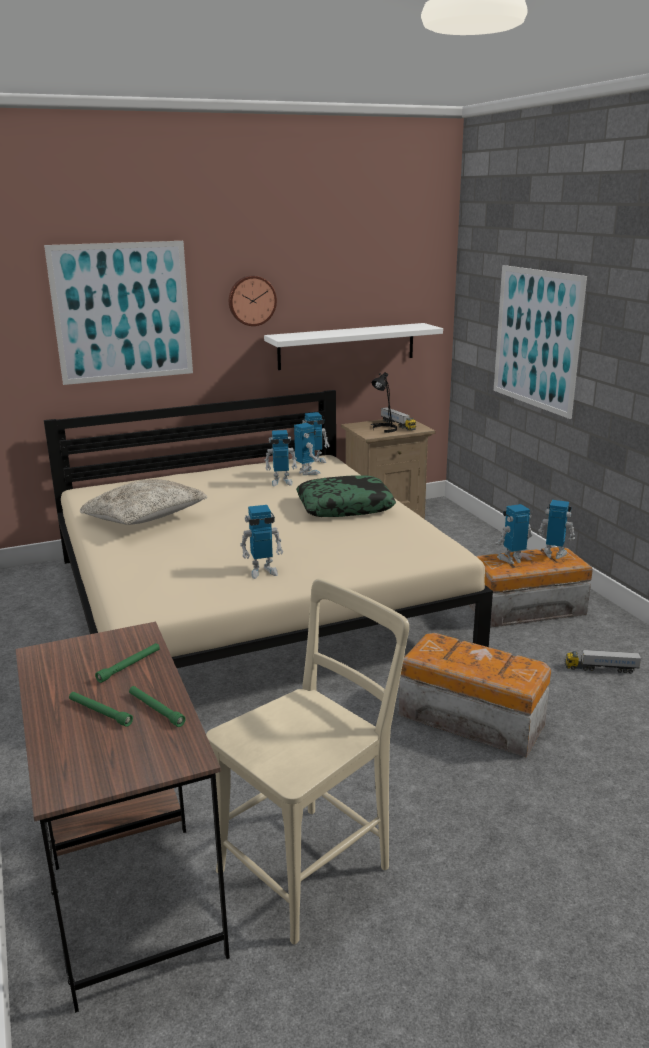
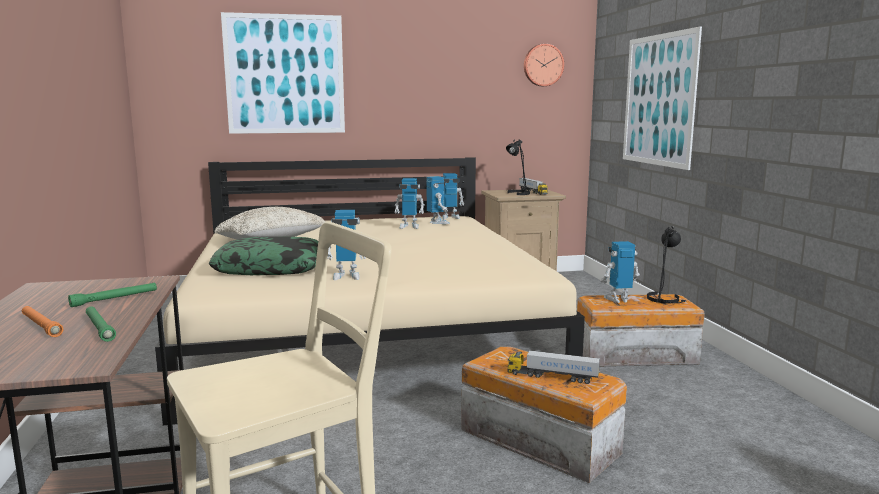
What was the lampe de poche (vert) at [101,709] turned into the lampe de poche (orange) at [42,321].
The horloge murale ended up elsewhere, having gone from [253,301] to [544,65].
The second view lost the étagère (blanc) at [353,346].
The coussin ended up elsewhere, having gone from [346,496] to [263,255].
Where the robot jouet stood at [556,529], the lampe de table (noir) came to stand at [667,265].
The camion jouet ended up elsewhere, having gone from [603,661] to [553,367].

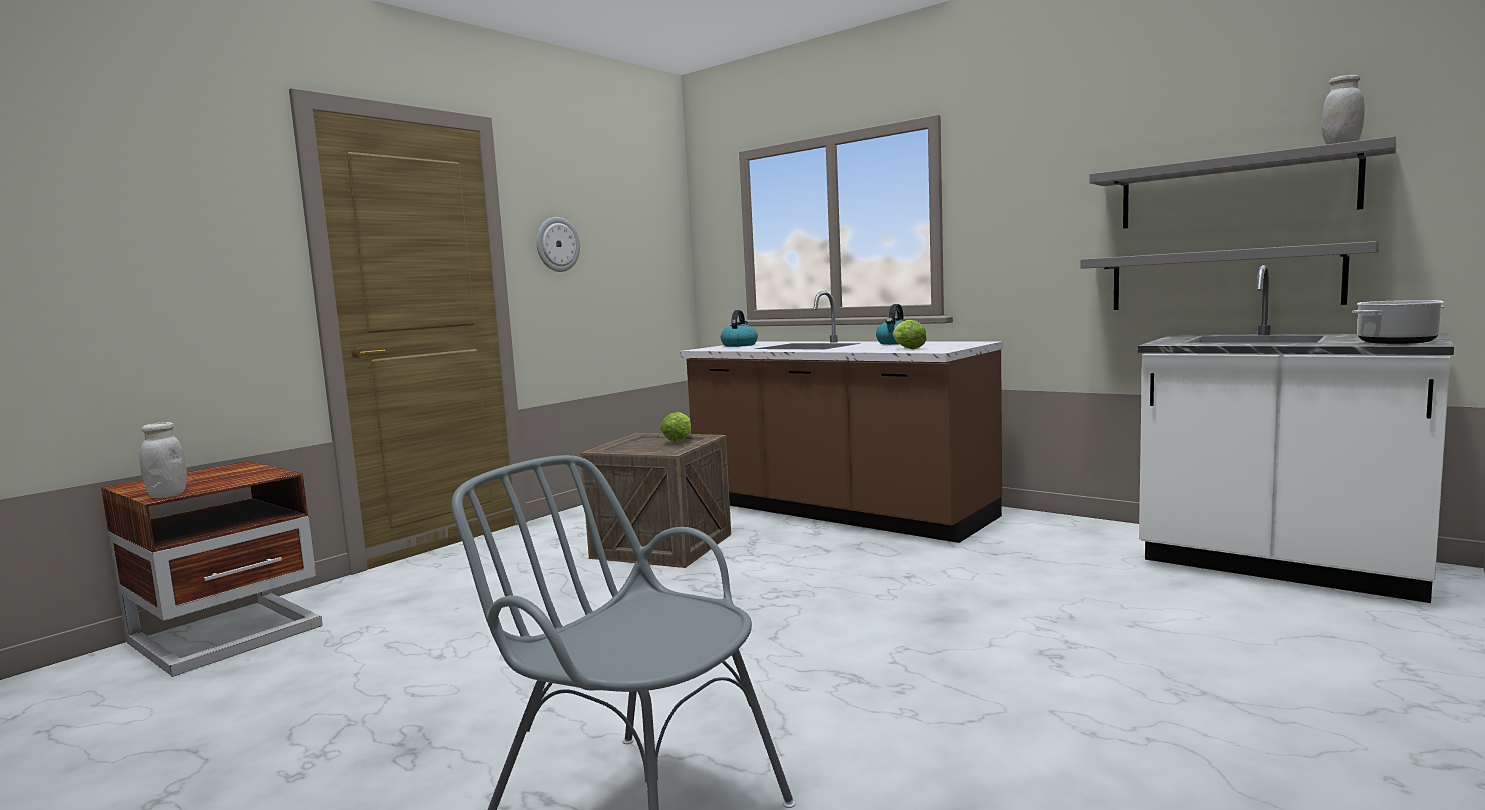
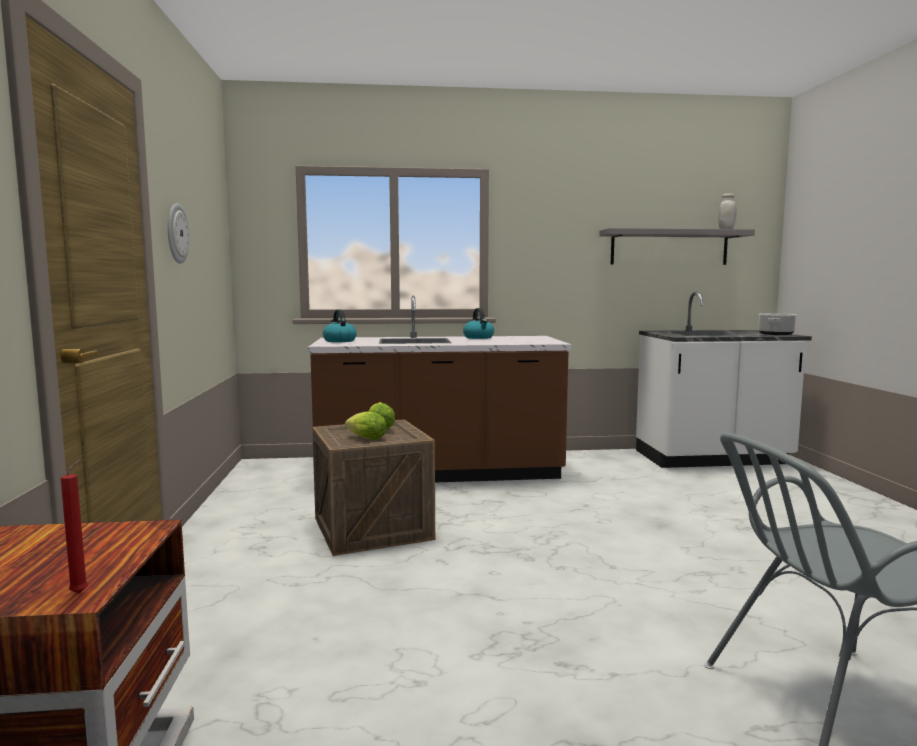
Where the bocal (blanc) stood at [163,460], the bougie (rouge) came to stand at [74,526].
The laitue ended up elsewhere, having gone from [910,334] to [366,425].
The second view lost the étagère (gris) at [1230,275].

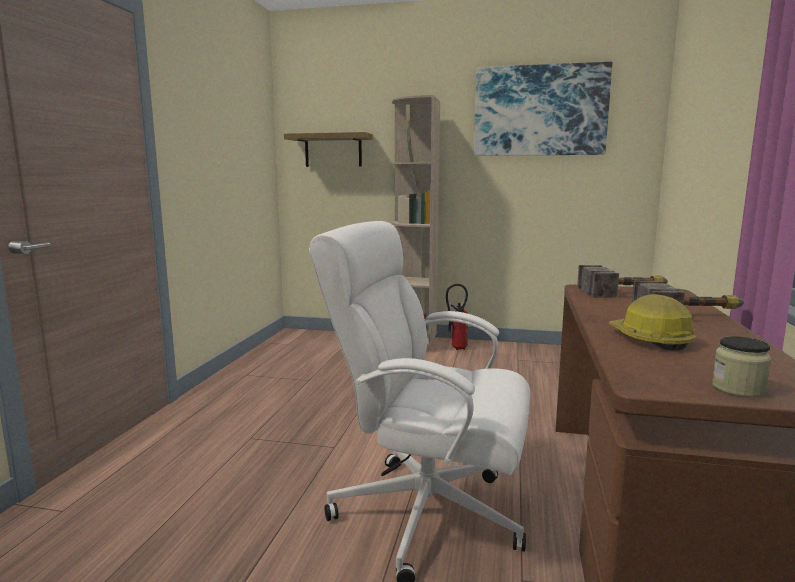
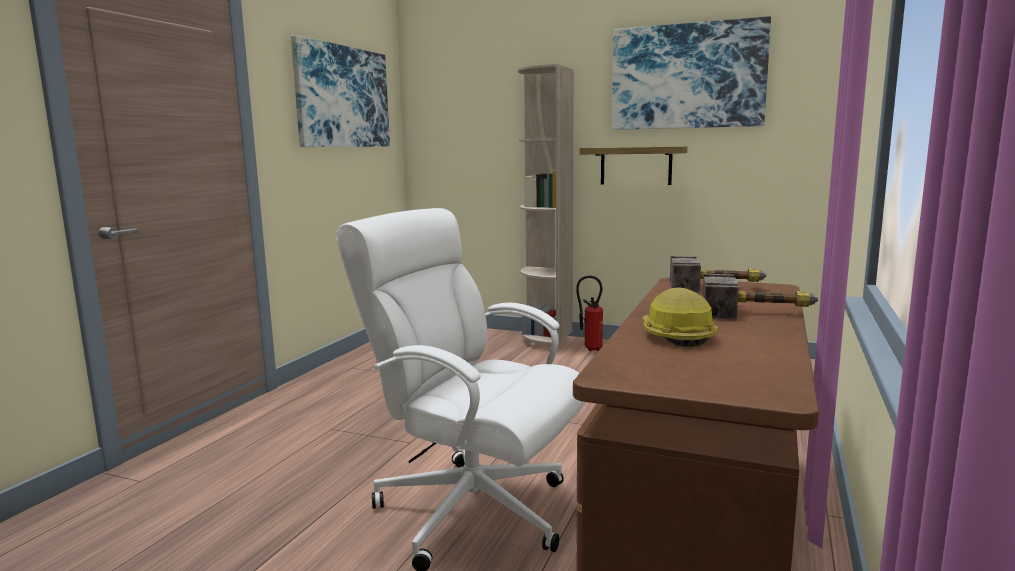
The étagère ended up elsewhere, having gone from [328,149] to [633,165].
The second view lost the bocal at [741,367].
The second view gained the tableau at [340,91].

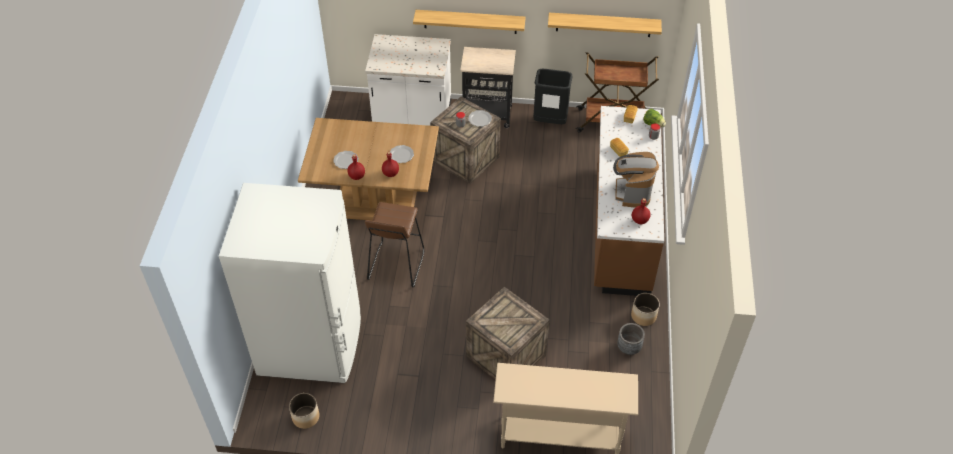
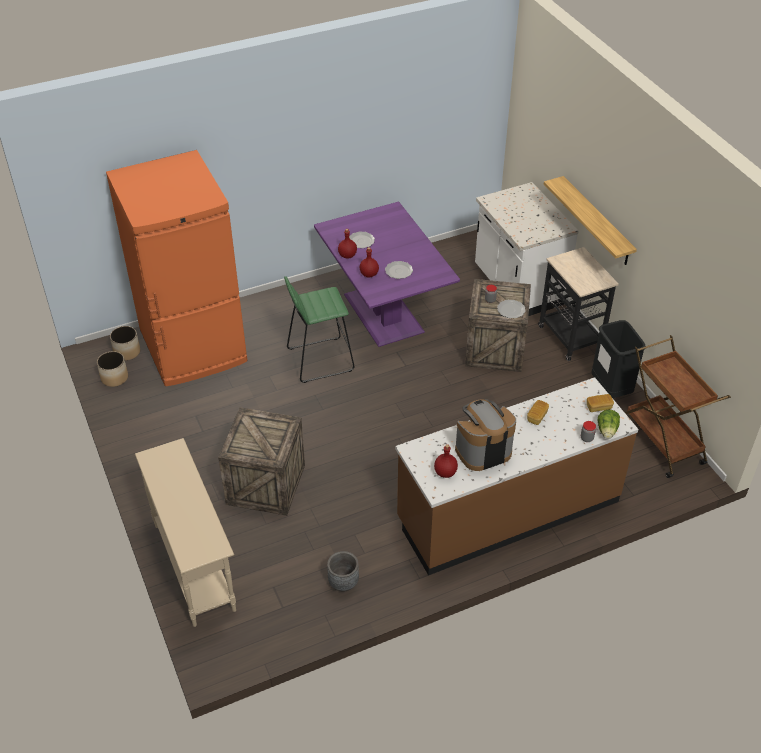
What was the réfrigérateur (blanc) at [290,283] turned into the réfrigérateur (orange) at [177,268].
What was the table à manger (marron) at [368,169] turned into the table à manger (violet) at [387,274].
What was the tabouret (marron) at [394,244] turned into the tabouret (vert) at [319,329].
The second view lost the étagère at [605,25].
The cache-pot ended up elsewhere, having gone from [645,309] to [125,343].

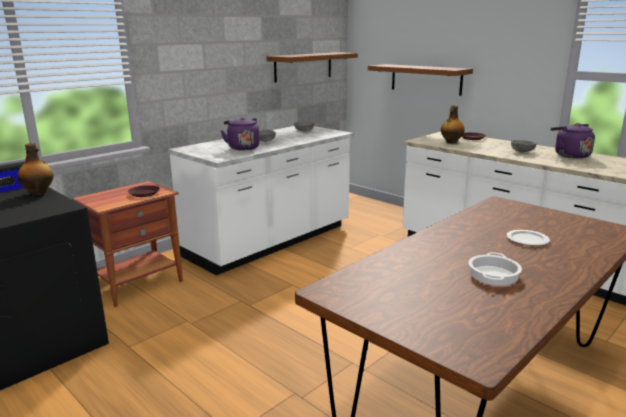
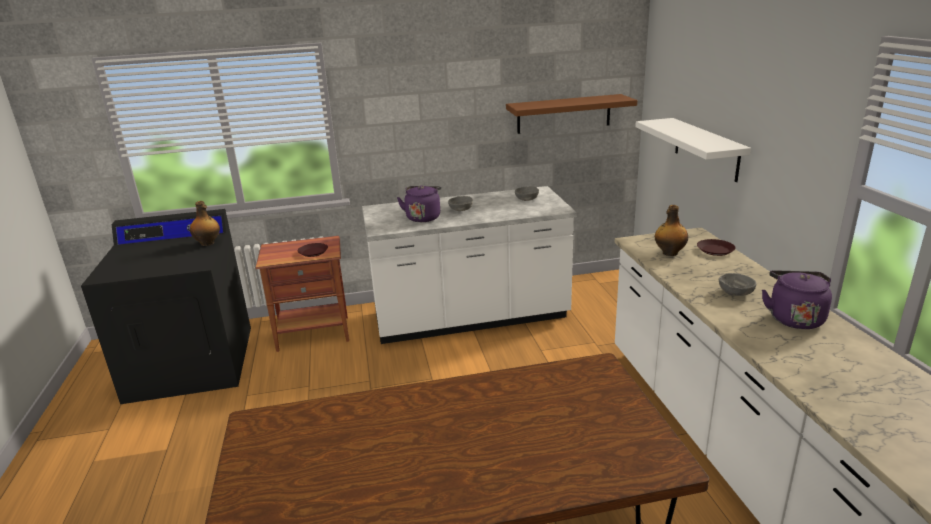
What was the étagère (marron) at [420,80] turned into the étagère (blanc) at [693,150].
The second view lost the marmite at [495,268].
The second view lost the assiette at [528,238].

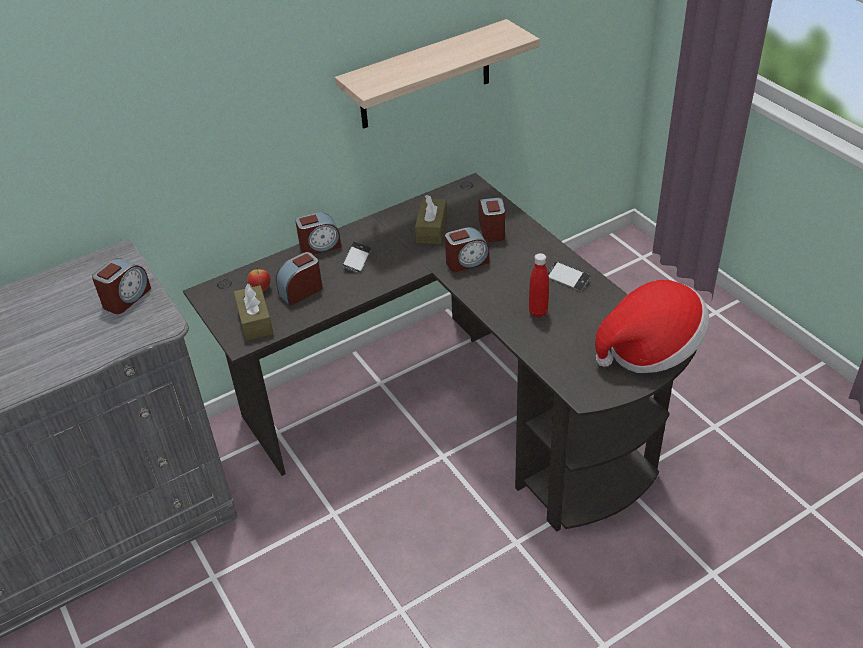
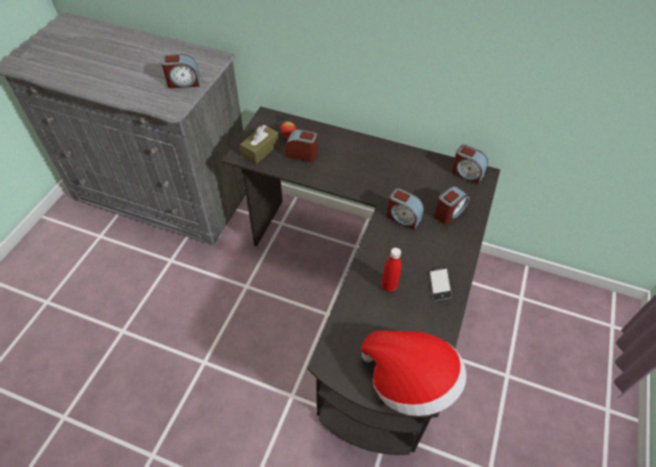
The réveil ended up elsewhere, having gone from [318,233] to [469,164].
The second view lost the étagère at [437,74].
The second view lost the téléphone at [356,257].
The second view lost the boîte à mouchoirs (marron) at [431,219].

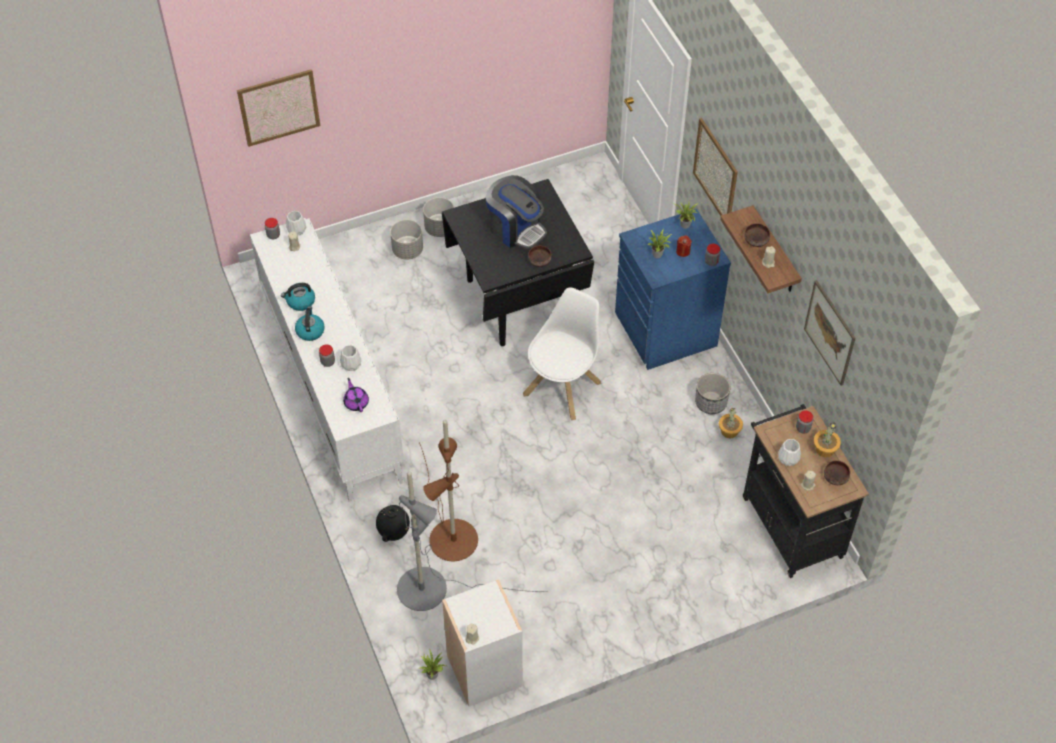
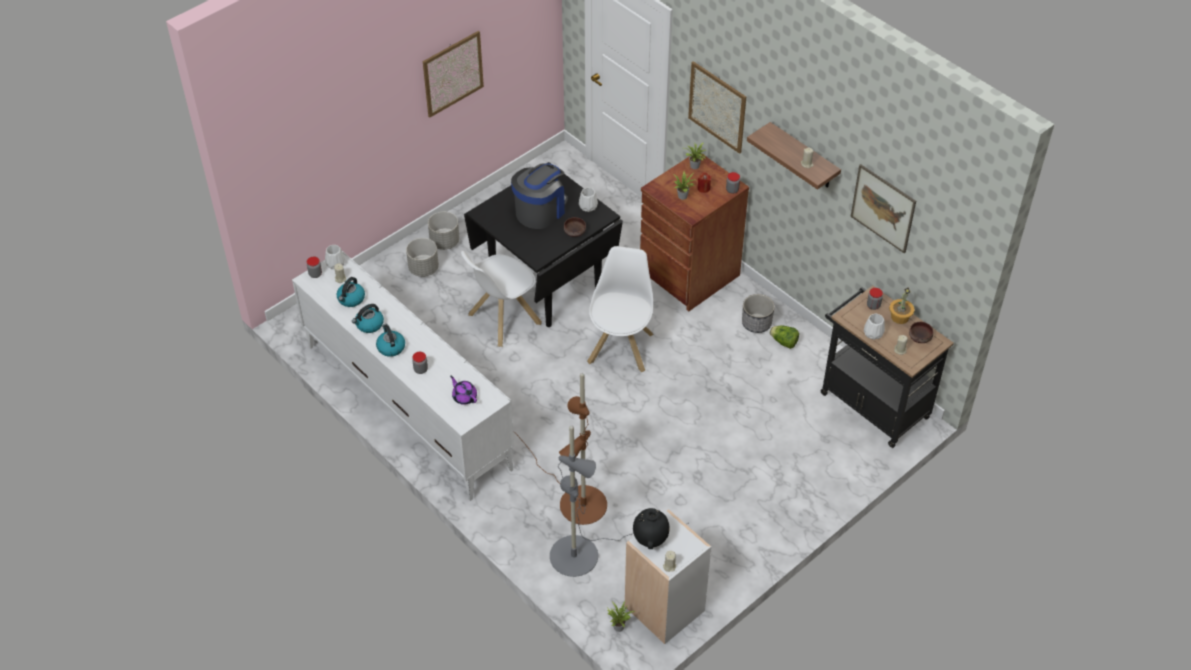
The tableau ended up elsewhere, having gone from [278,108] to [453,74].
The vase (blanc) ended up elsewhere, having gone from [350,358] to [588,200].
The vase (noir) ended up elsewhere, having gone from [393,523] to [651,528].
The machine à café at [516,212] ended up facing another way, 75 degrees counterclockwise from before.
What was the commode (bleu) at [673,289] turned into the commode (marron) at [694,232].
Where the plante en pot stood at [731,423], the laitue came to stand at [784,337].
The second view lost the bol (marron) at [757,235].
The second view gained the bouilloire at [350,292].
The second view gained the chaise (blanc) at [501,299].

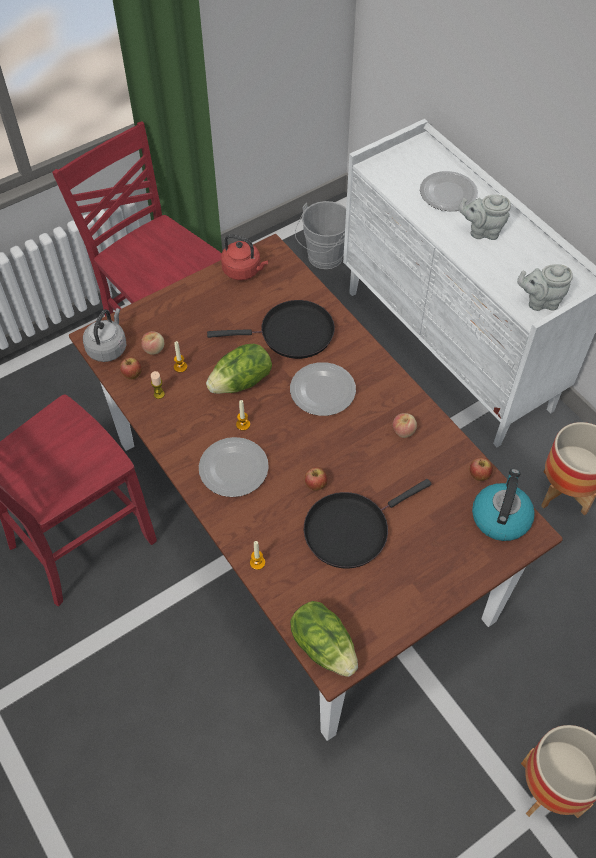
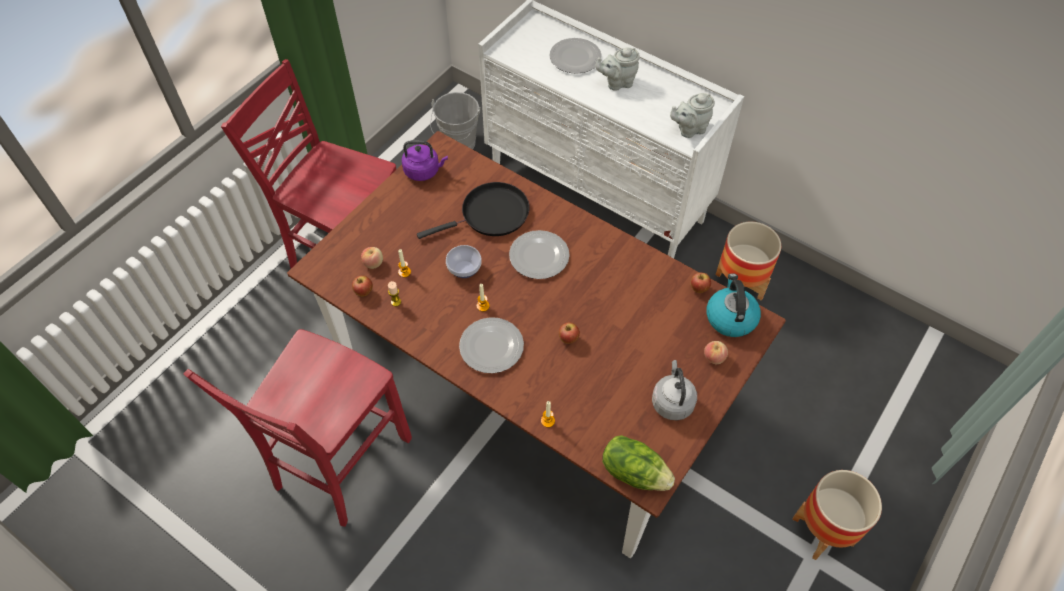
The bouilloire (gris) ended up elsewhere, having gone from [105,335] to [674,390].
Where the laitue stood at [239,369], the bol came to stand at [464,261].
What was the bouilloire (rouge) at [244,257] turned into the bouilloire (violet) at [425,160].
The second view lost the poêle (noir) at [367,524].
The pomme ended up elsewhere, having gone from [405,425] to [716,352].

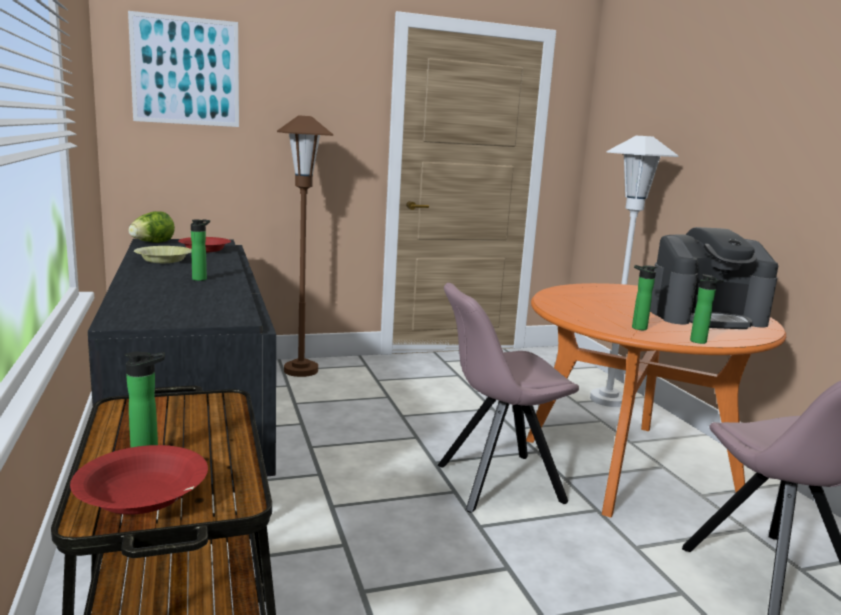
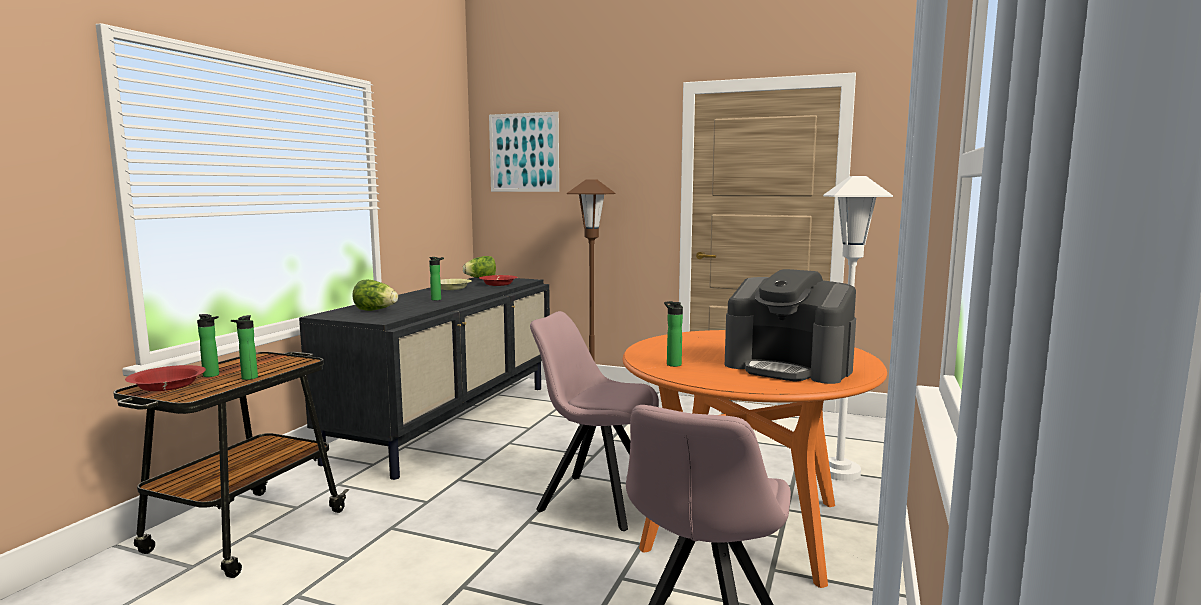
The bouteille ended up elsewhere, having gone from [707,309] to [244,347].
The second view gained the laitue at [375,295].

